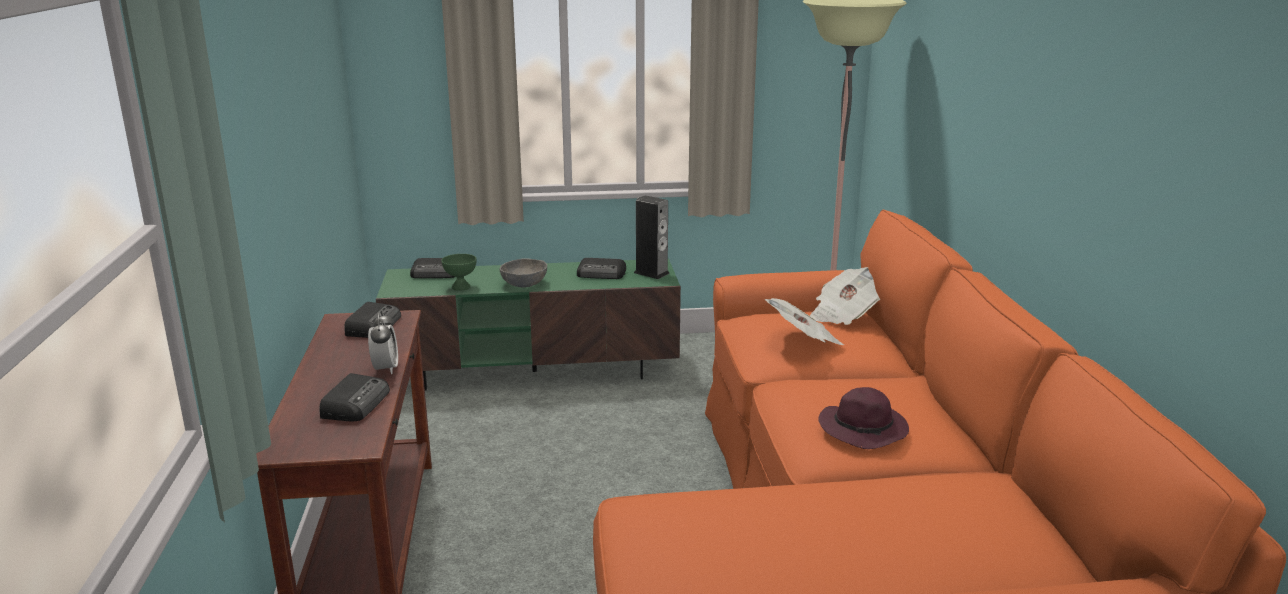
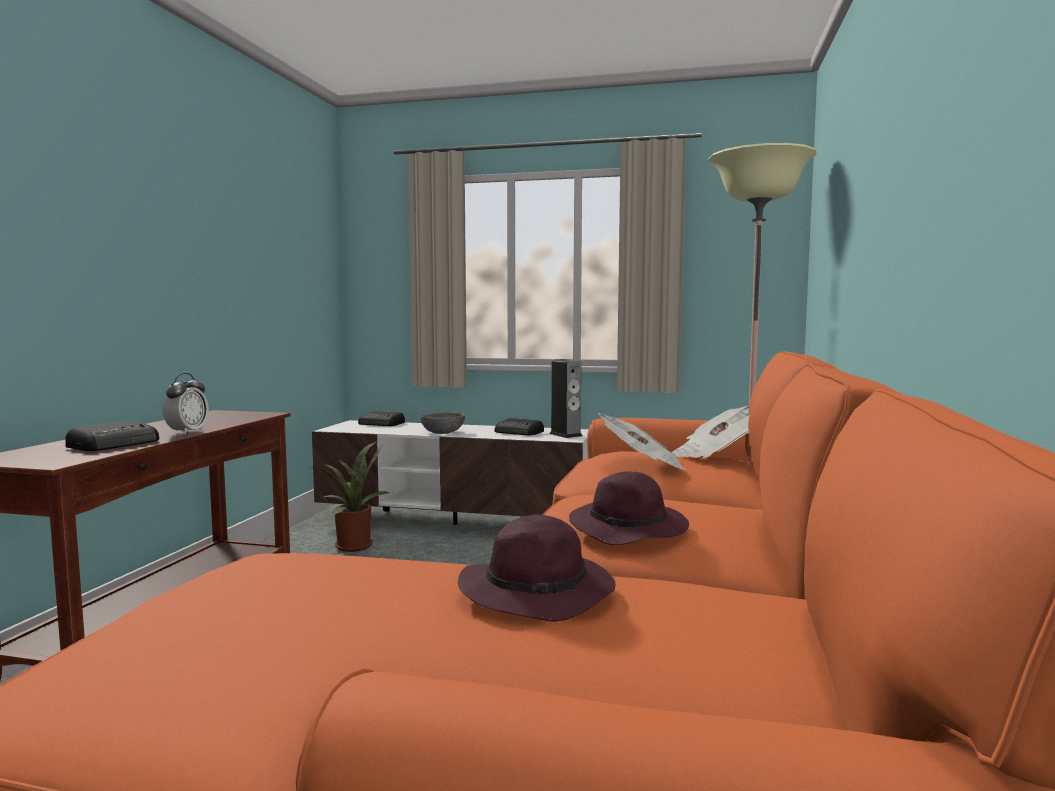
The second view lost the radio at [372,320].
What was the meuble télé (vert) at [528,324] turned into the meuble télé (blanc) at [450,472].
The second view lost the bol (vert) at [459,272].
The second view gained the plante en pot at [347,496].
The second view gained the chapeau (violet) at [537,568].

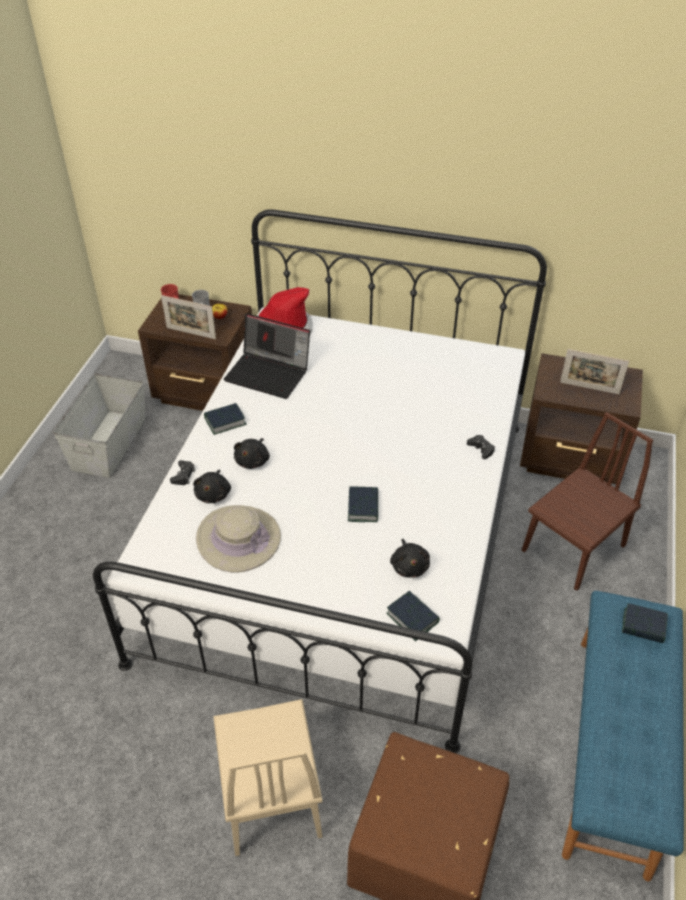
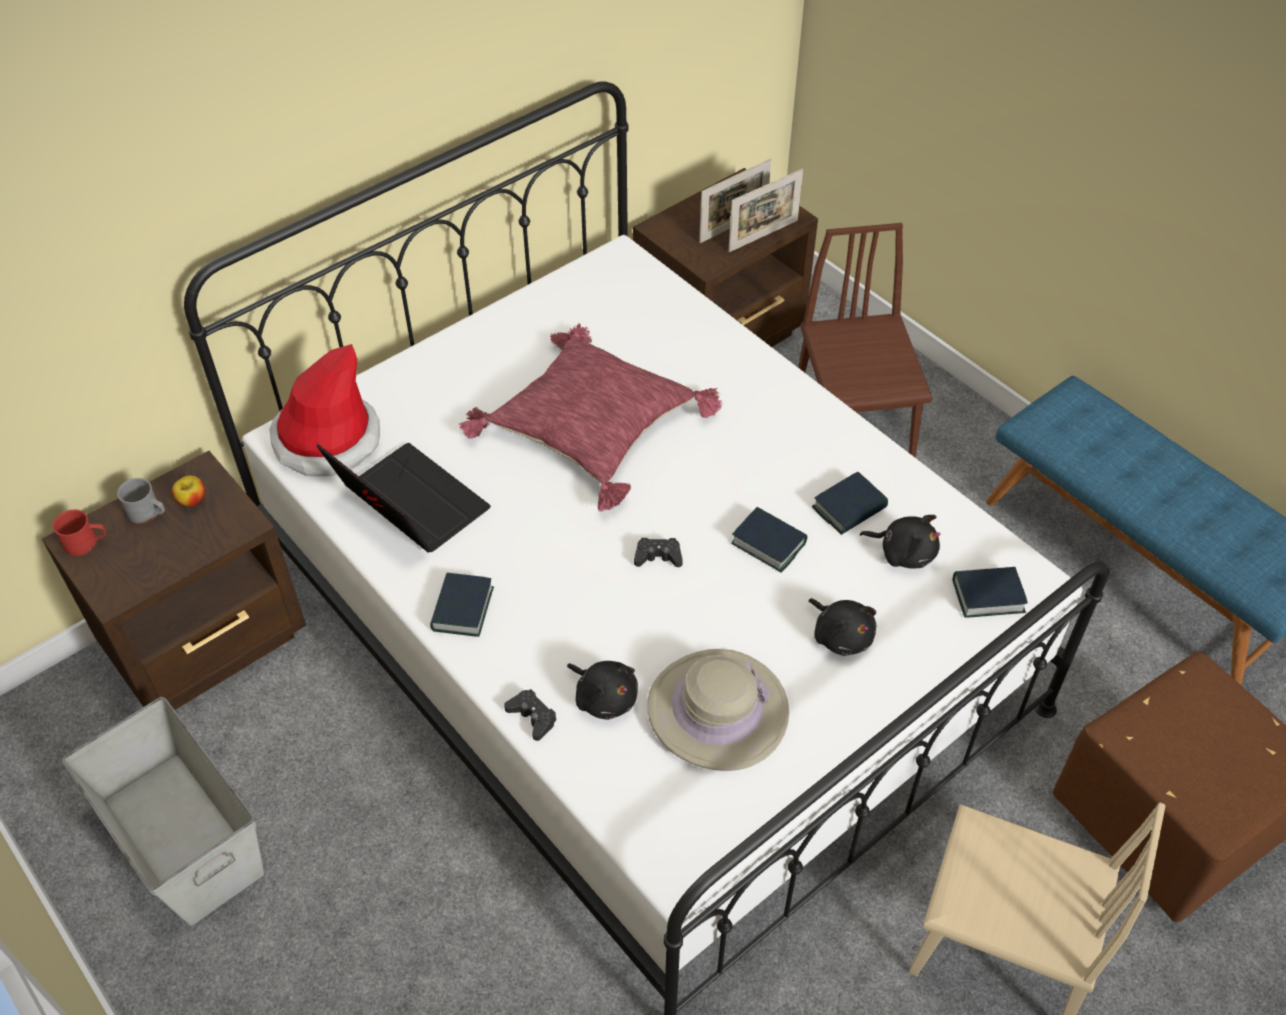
The cadre photo ended up elsewhere, having gone from [188,317] to [766,210].
The ordinateur portable at [267,356] ended up facing another way, 105 degrees counterclockwise from before.
The peluche (noir) ended up elsewhere, having gone from [252,453] to [842,627].
The manette (noir) ended up elsewhere, having gone from [481,447] to [658,552].
The livre ended up elsewhere, having gone from [645,623] to [850,503].
The second view gained the coussin (rouge) at [590,417].

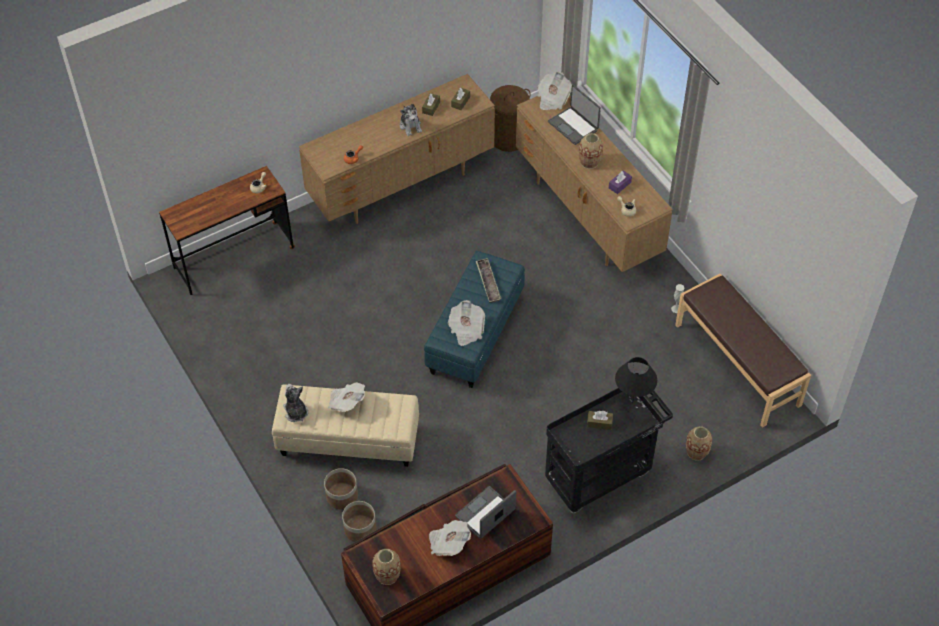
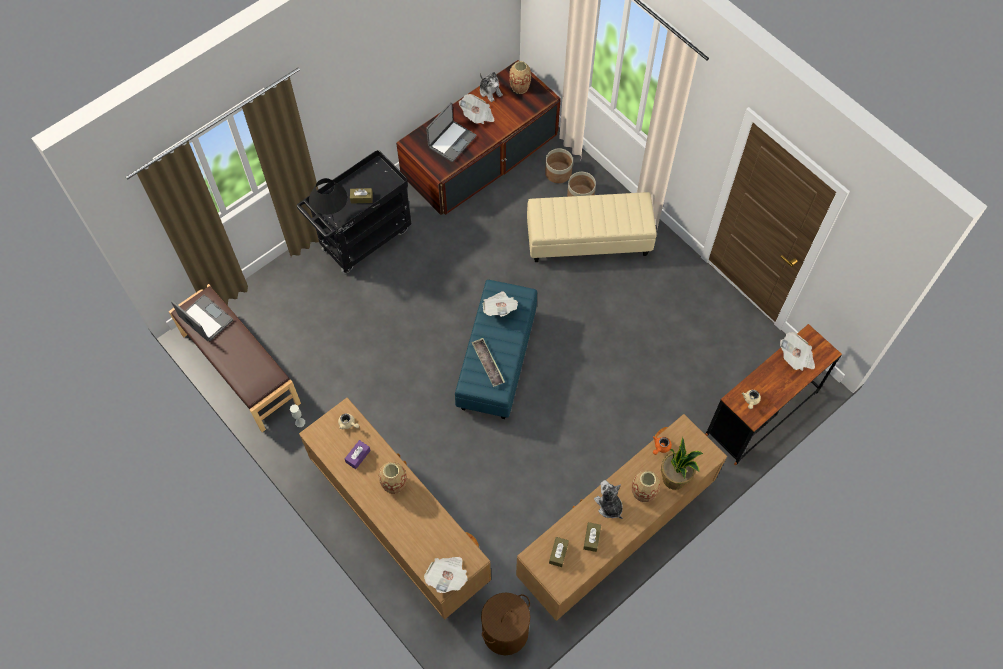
The peluche ended up elsewhere, having gone from [295,403] to [491,87].
The journal ended up elsewhere, having gone from [346,397] to [797,351].
The ordinateur portable ended up elsewhere, having gone from [574,115] to [202,318].
The vase ended up elsewhere, having gone from [699,443] to [646,486].
The second view gained the plante en pot at [682,463].

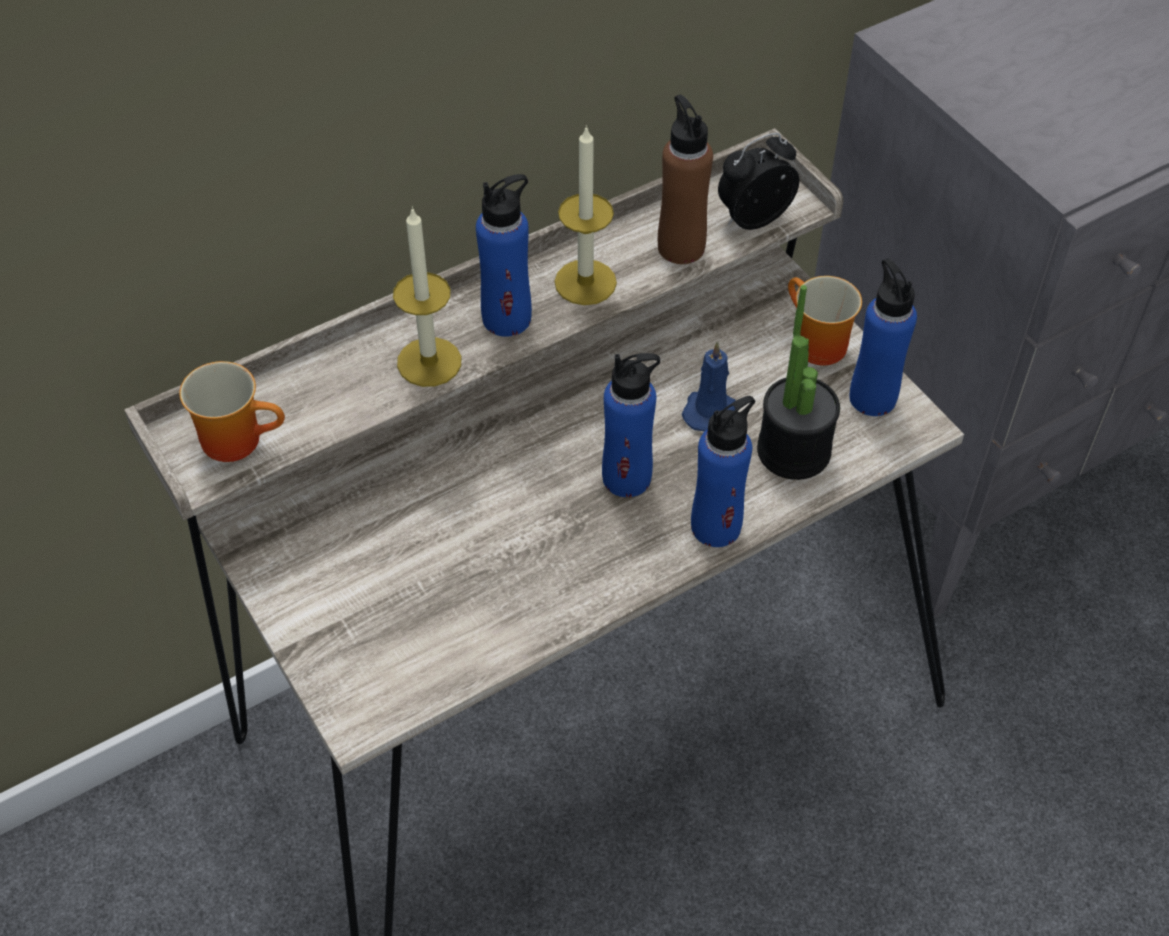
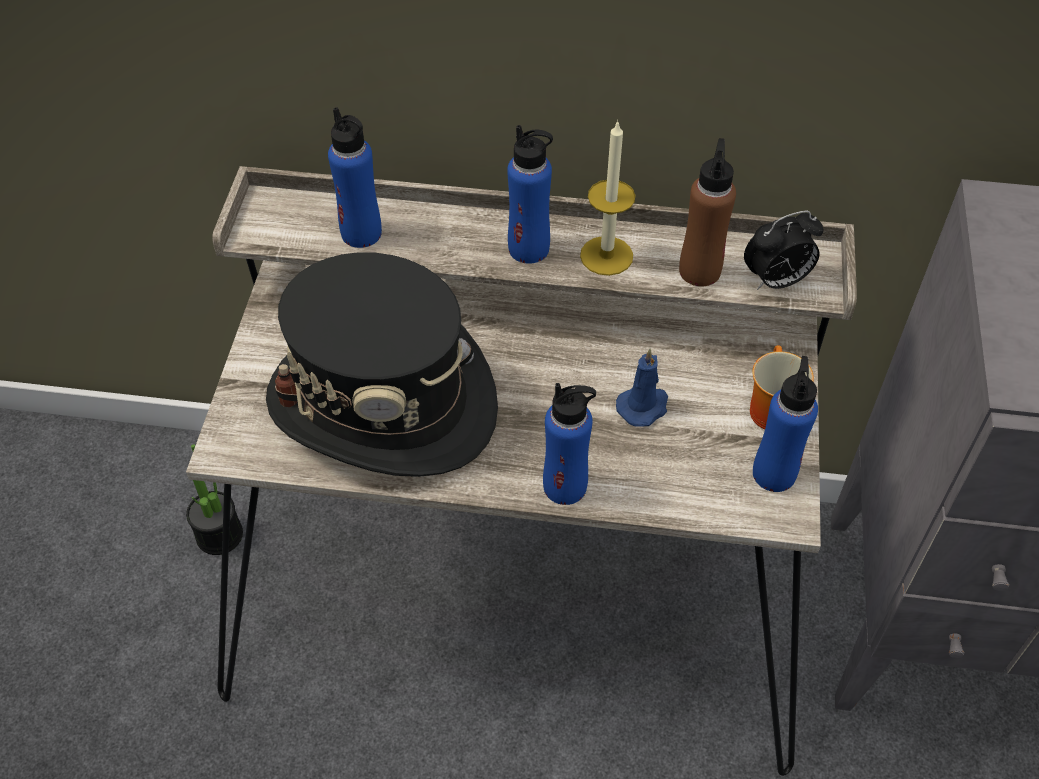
The second view lost the mug at [232,411].
The second view lost the bougie at [427,296].
The bouteille (bleu) ended up elsewhere, having gone from [631,425] to [355,177].
The réveil at [758,181] ended up facing another way, 150 degrees clockwise from before.
The plante en pot ended up elsewhere, having gone from [798,382] to [214,499].
The second view gained the chapeau (noir) at [382,364].

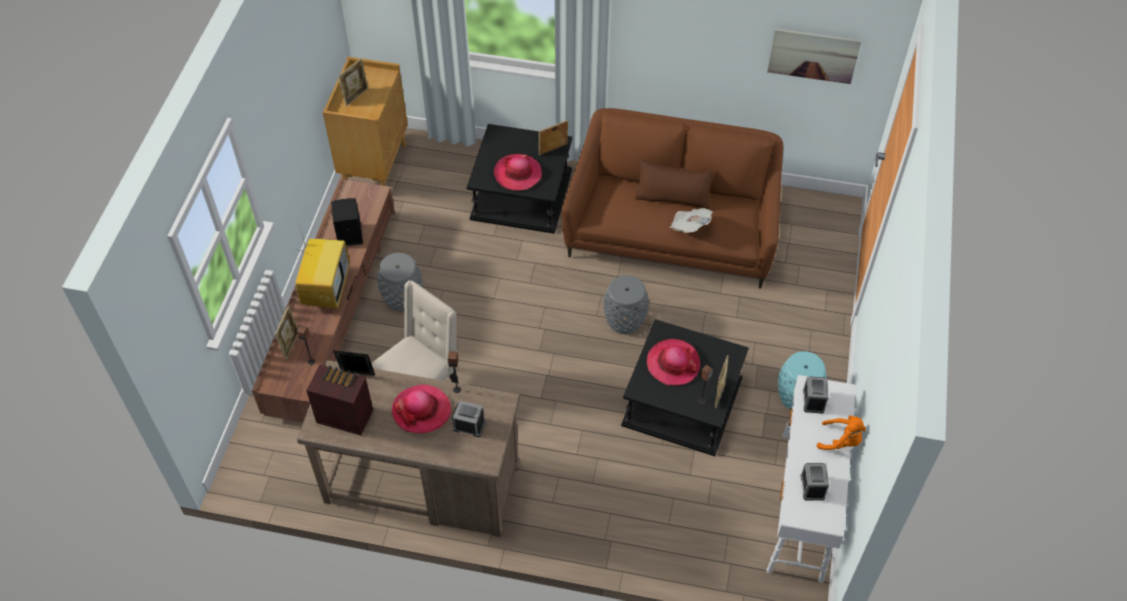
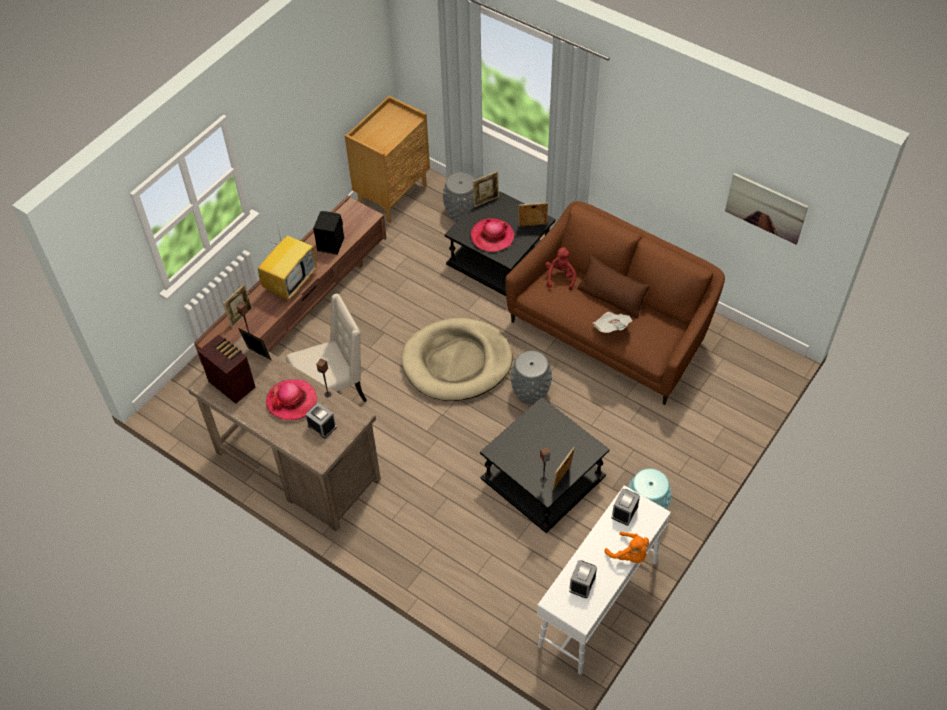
The cadre photo ended up elsewhere, having gone from [353,82] to [486,189].
The tabouret (gris) ended up elsewhere, having gone from [400,282] to [459,197].
The second view lost the chapeau at [673,362].
The second view gained the panier pour chien (beige) at [457,359].
The second view gained the peluche (rouge) at [560,268].

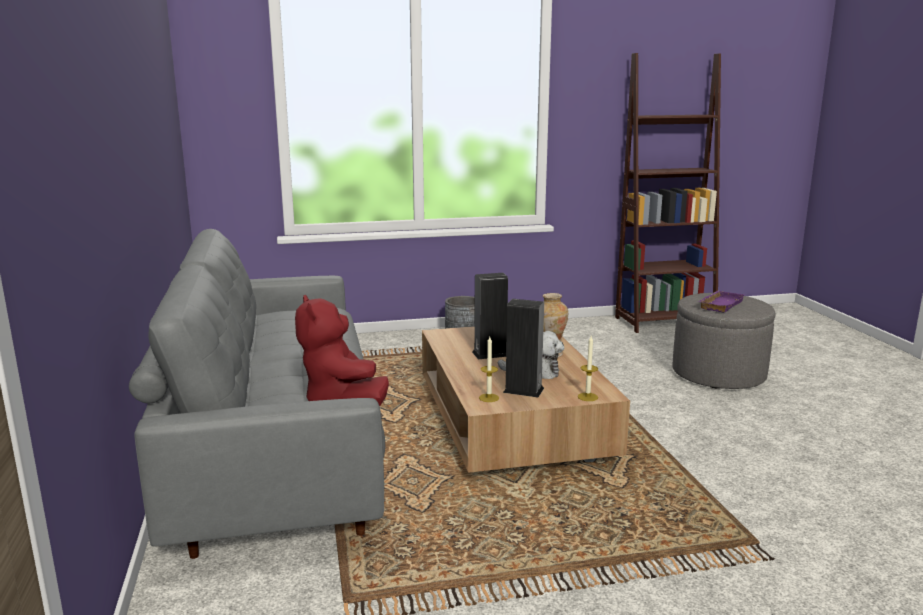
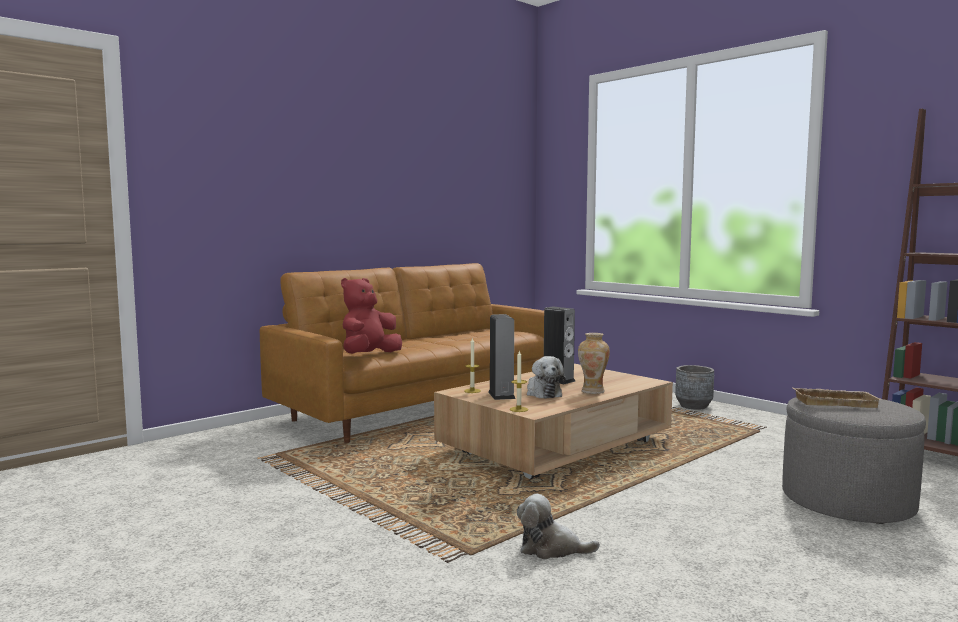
What was the canapé (gris) at [257,394] turned into the canapé (marron) at [402,353].
What was the plateau (violet) at [721,301] turned into the plateau (beige) at [837,397].
The second view gained the peluche at [558,526].

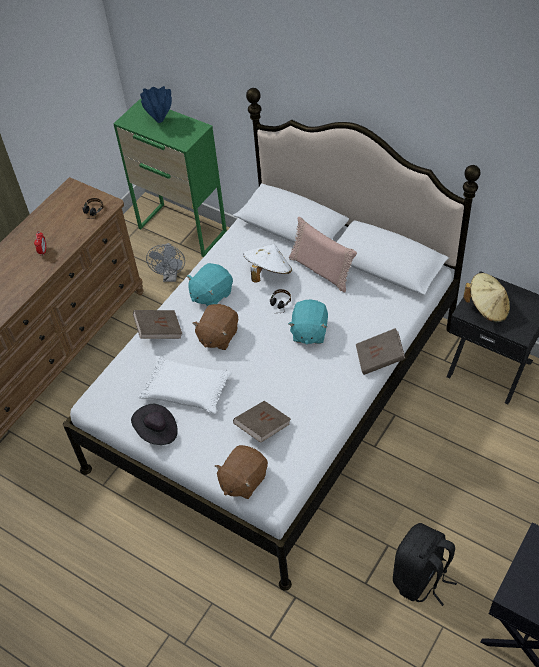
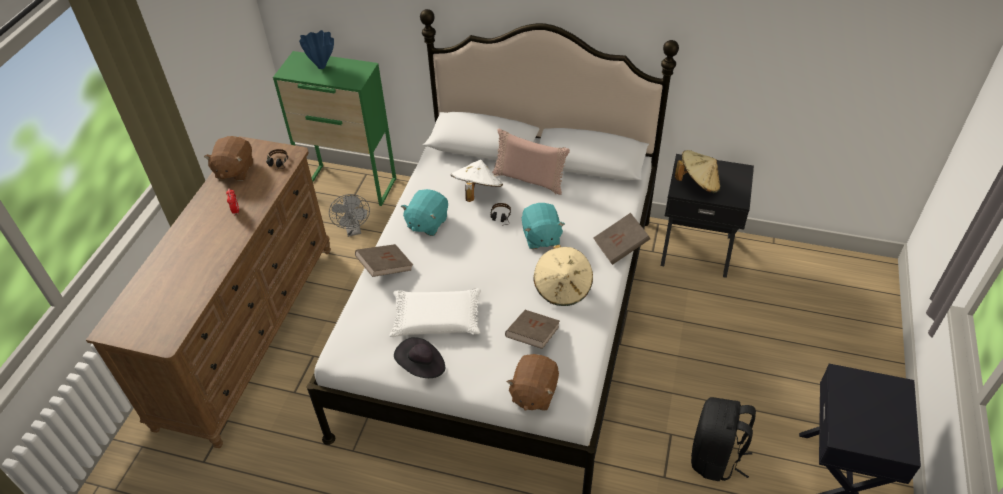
The peluche (marron) ended up elsewhere, having gone from [215,327] to [228,158].
The second view gained the chapeau (beige) at [563,275].

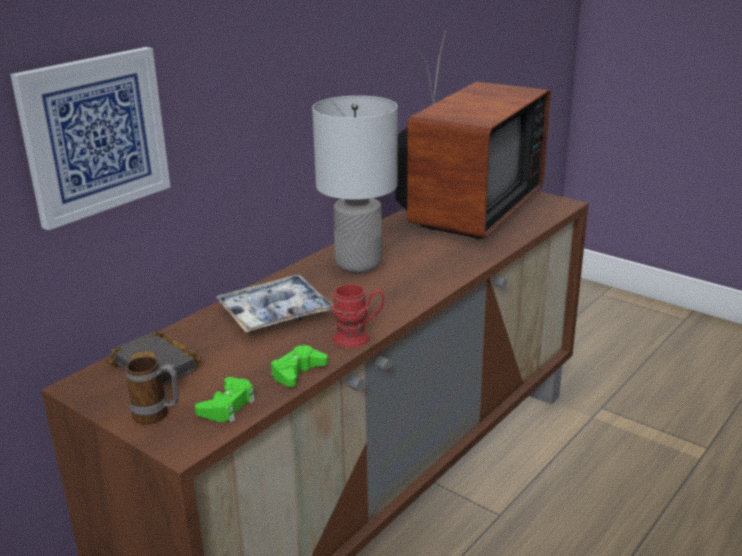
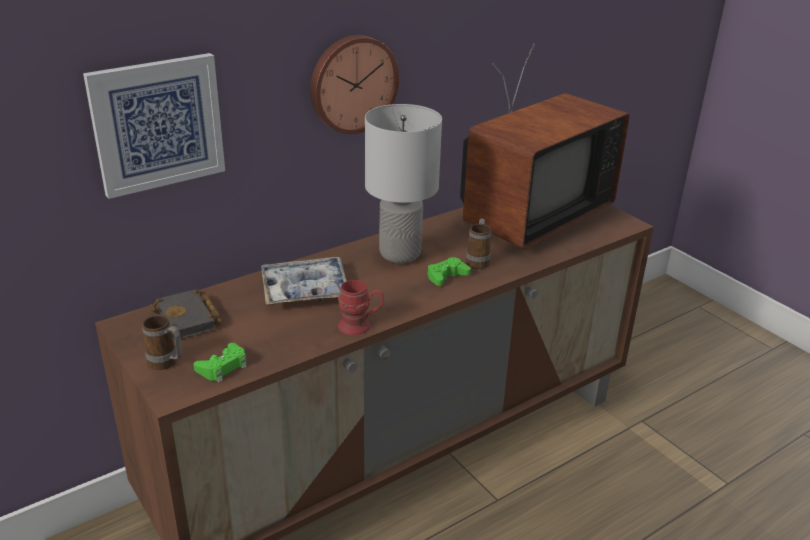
The manette (vert) ended up elsewhere, having gone from [299,366] to [449,271].
The second view gained the horloge murale at [354,84].
The second view gained the mug at [478,244].

